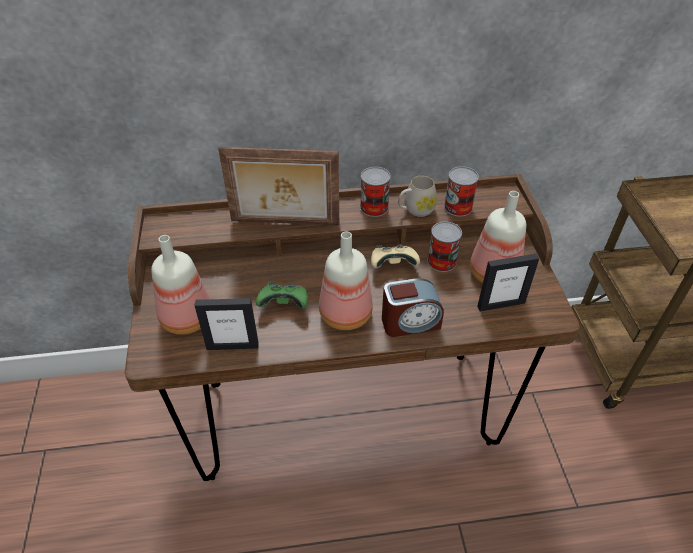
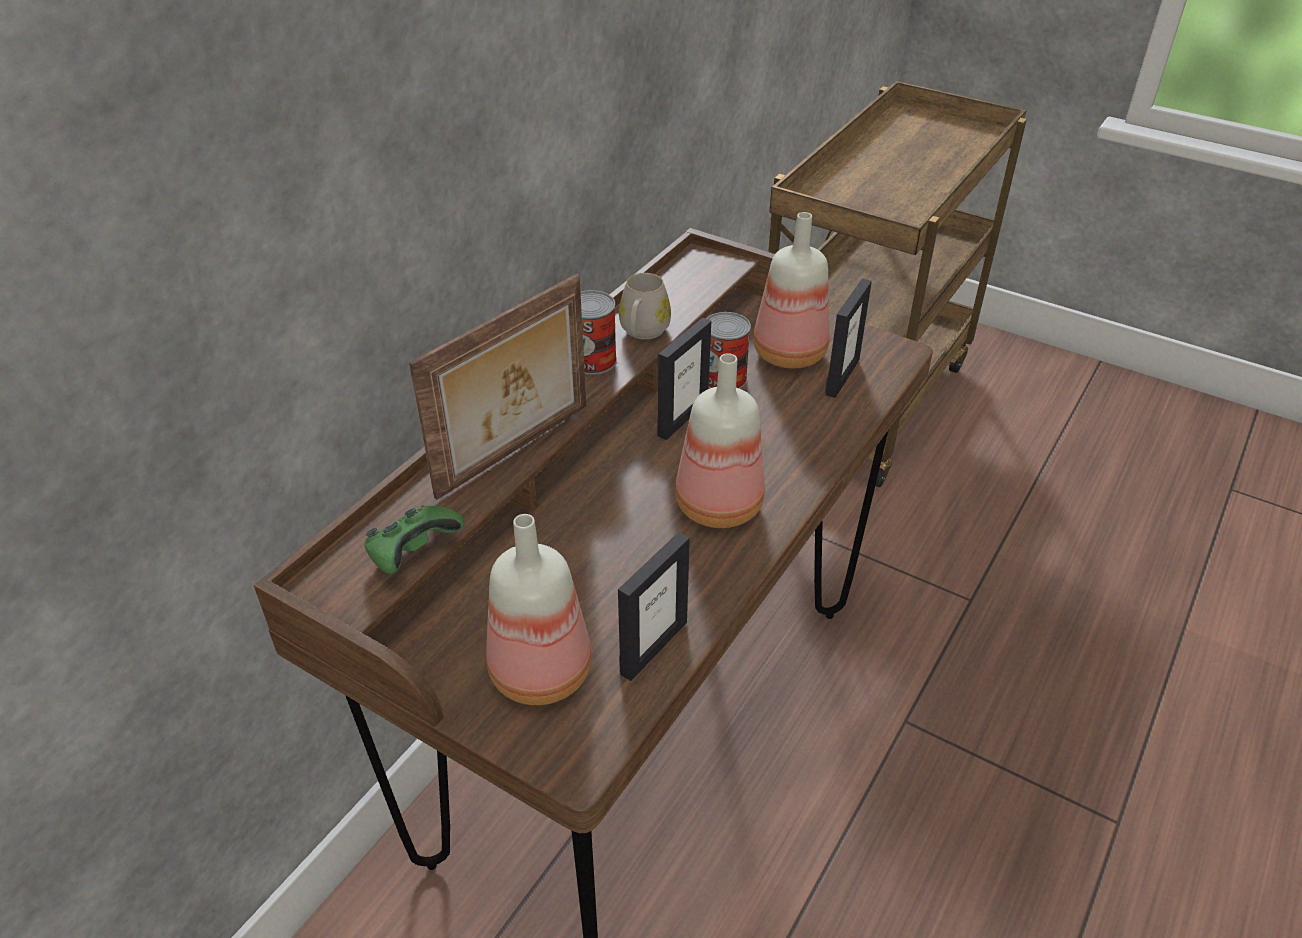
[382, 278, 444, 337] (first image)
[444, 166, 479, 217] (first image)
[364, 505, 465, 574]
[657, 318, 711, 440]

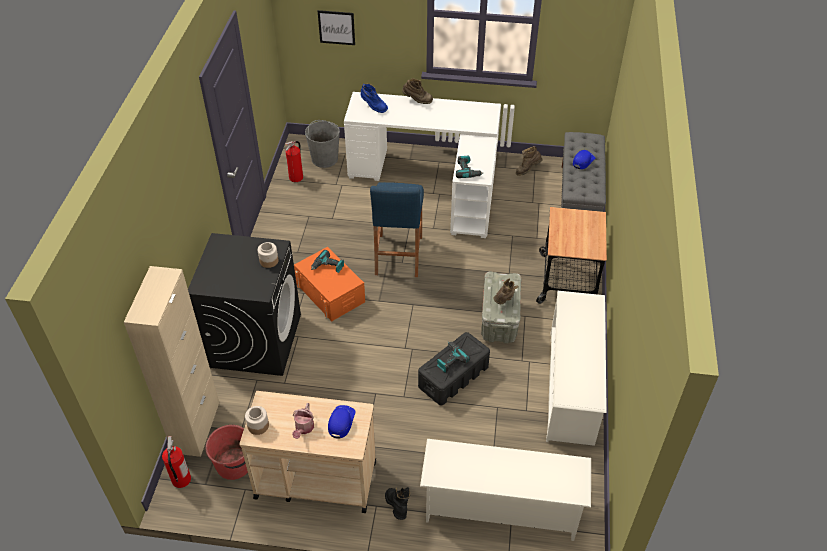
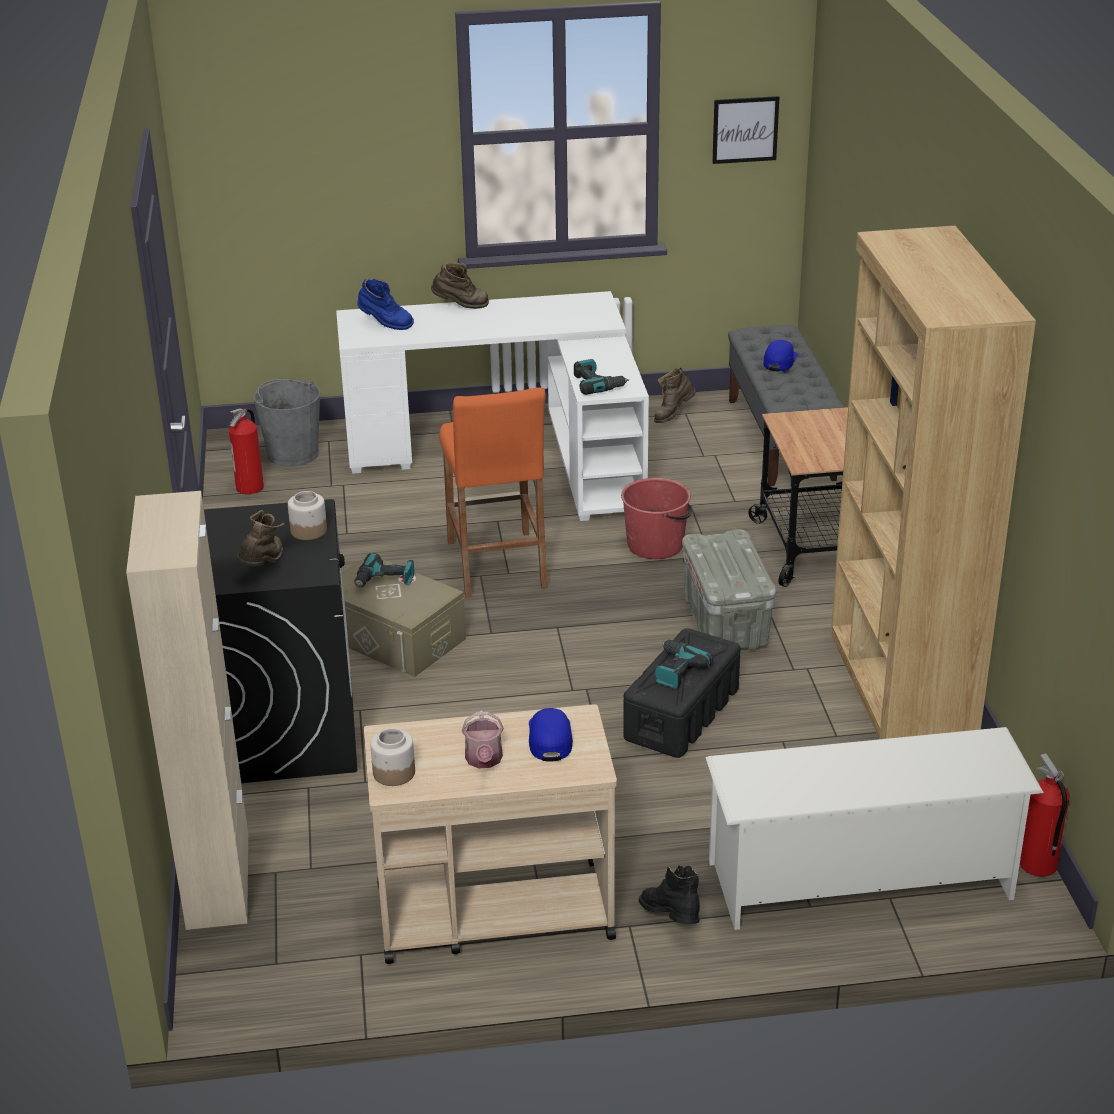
[1020, 753, 1070, 877]
[621, 478, 692, 559]
[712, 96, 779, 164]
[236, 510, 285, 567]
[831, 226, 1036, 739]
[342, 557, 466, 677]
[439, 388, 548, 598]

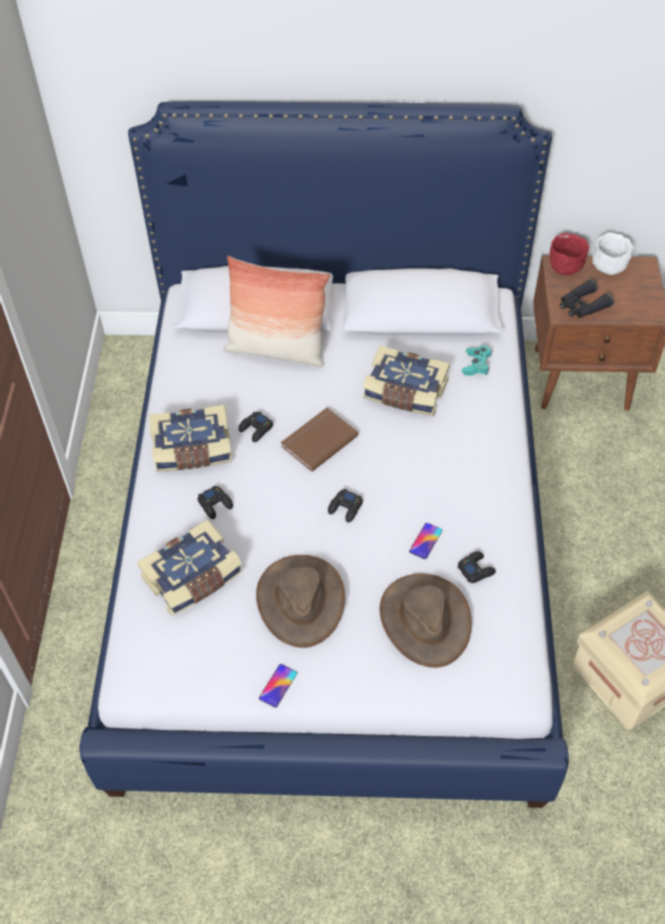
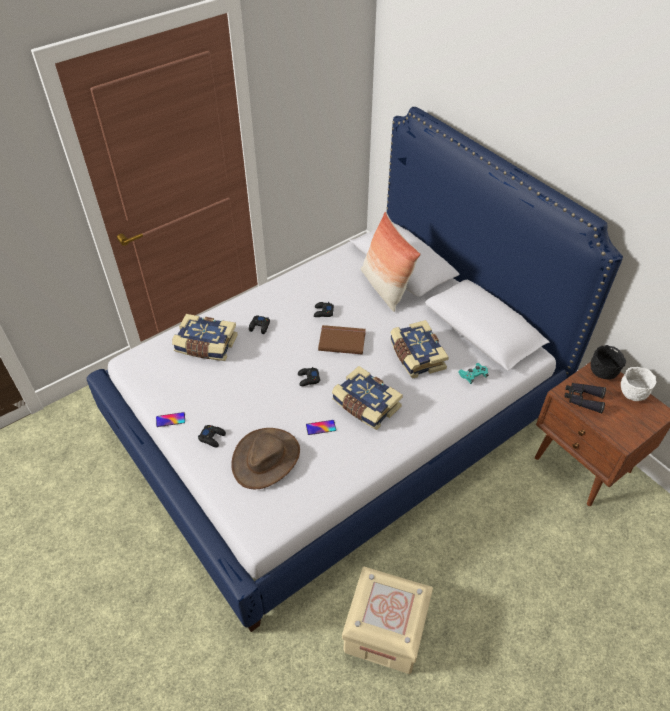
[256, 555, 345, 648] (first image)
[332, 366, 403, 430]
[198, 425, 226, 448]
[590, 345, 626, 380]

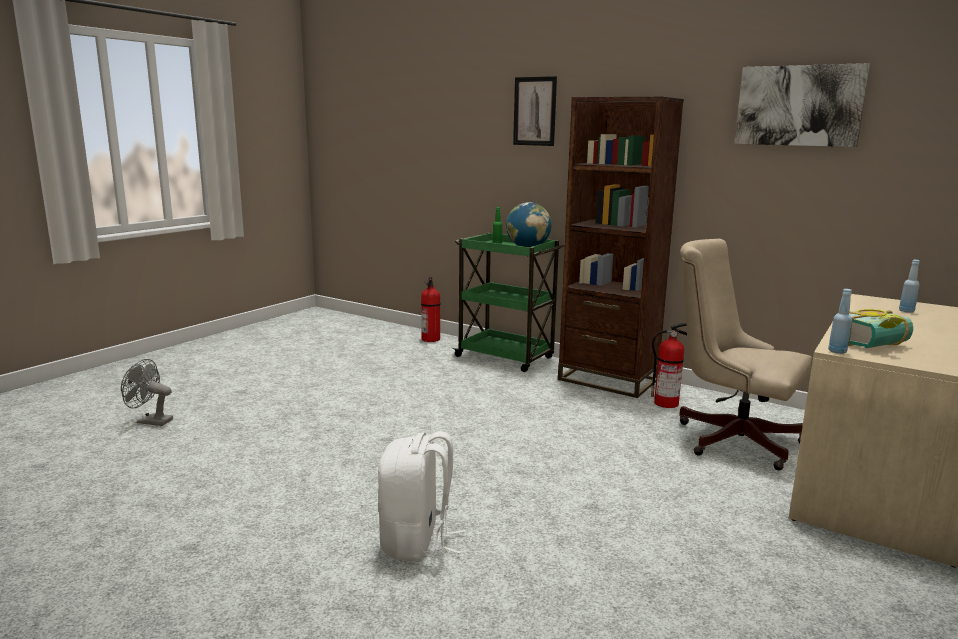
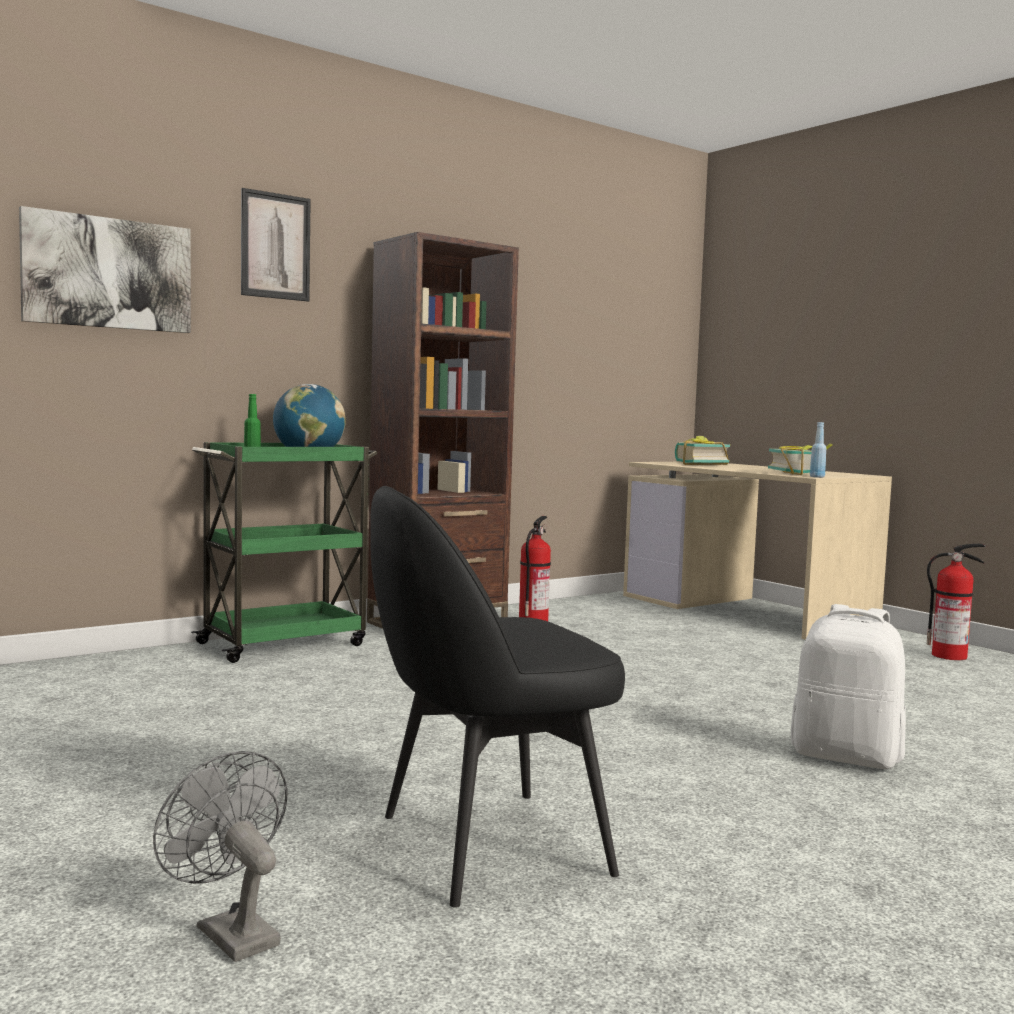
[679, 239, 812, 470] (first image)
[370, 486, 625, 908]
[927, 544, 986, 660]
[19, 206, 191, 333]
[675, 436, 730, 465]
[153, 751, 288, 962]

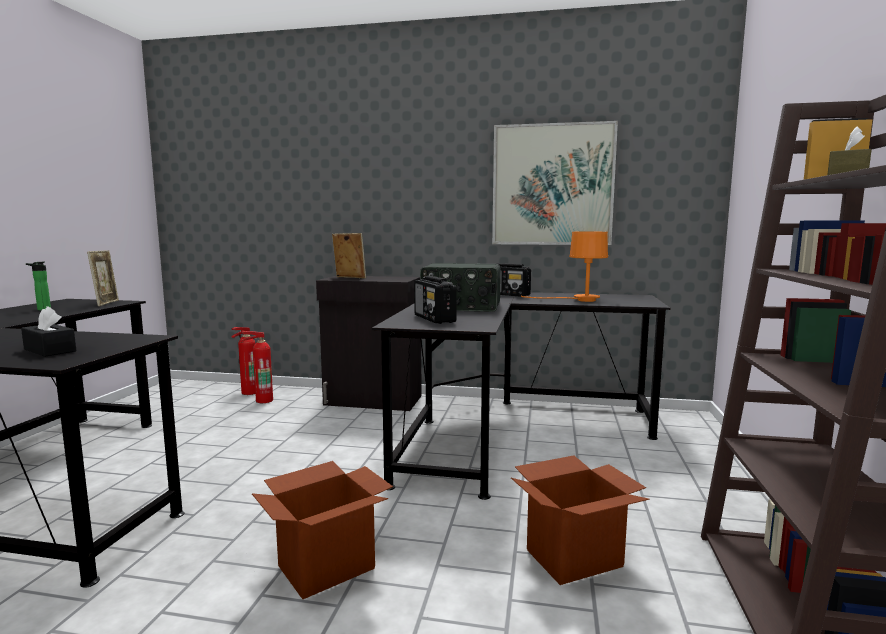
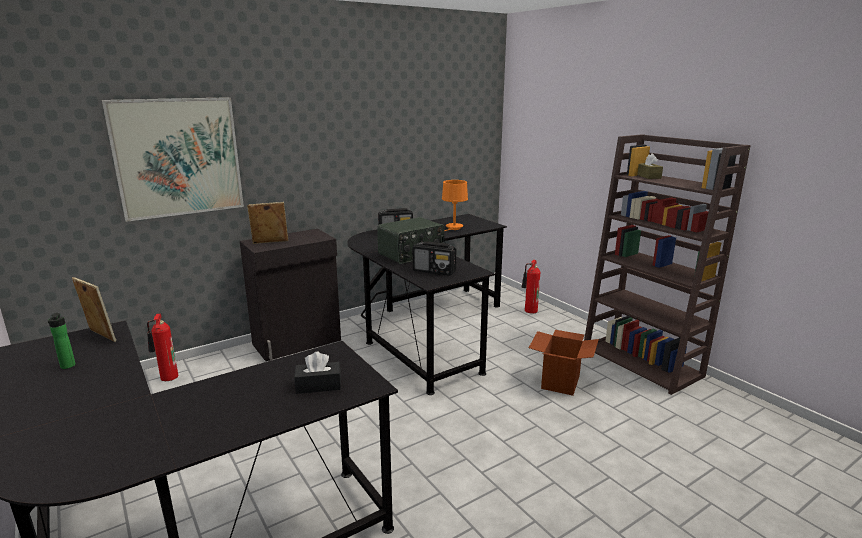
[252, 461, 393, 599] (first image)
[522, 260, 540, 314]
[102, 97, 244, 222]

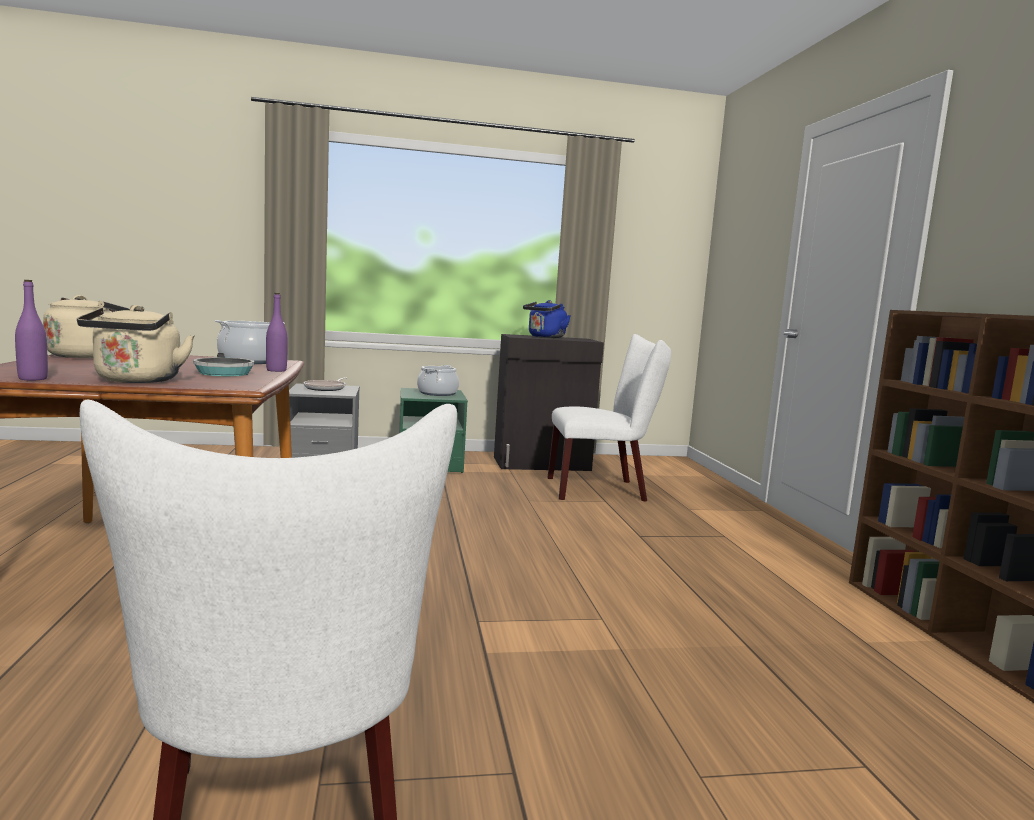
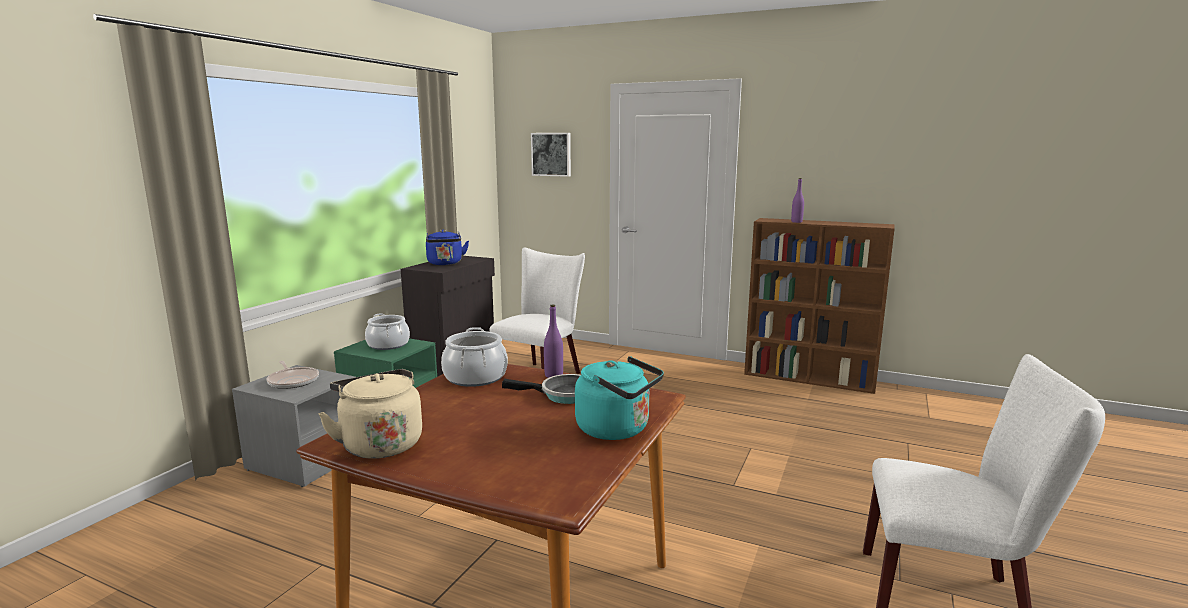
[531, 133, 571, 177]
[791, 178, 804, 223]
[575, 356, 664, 440]

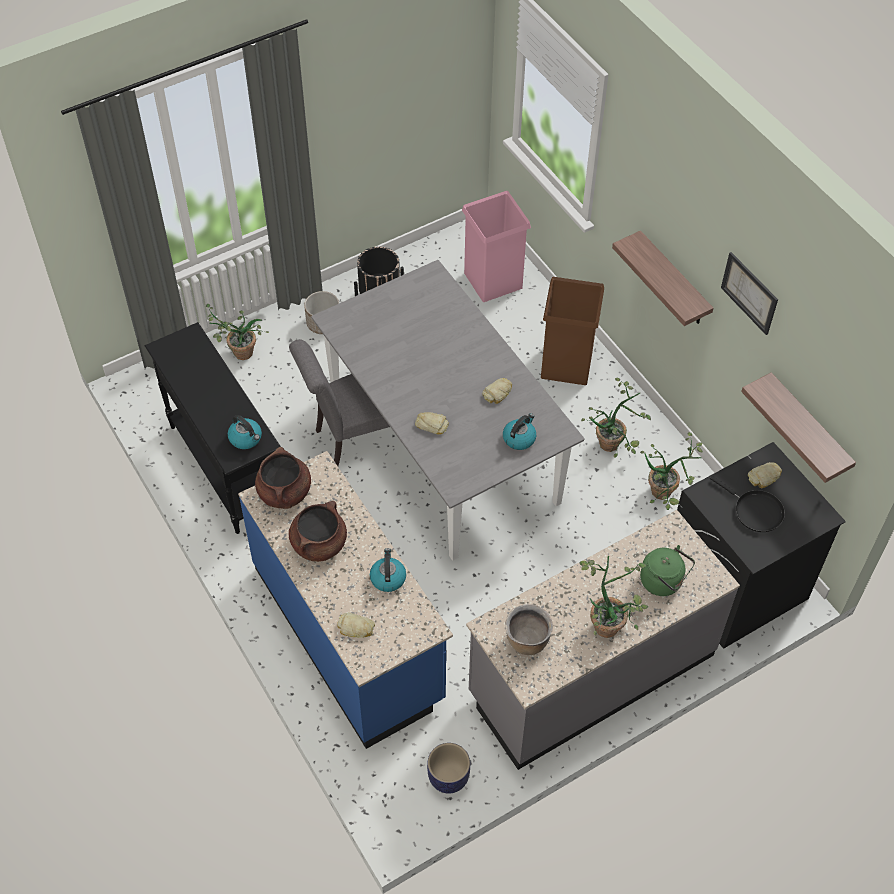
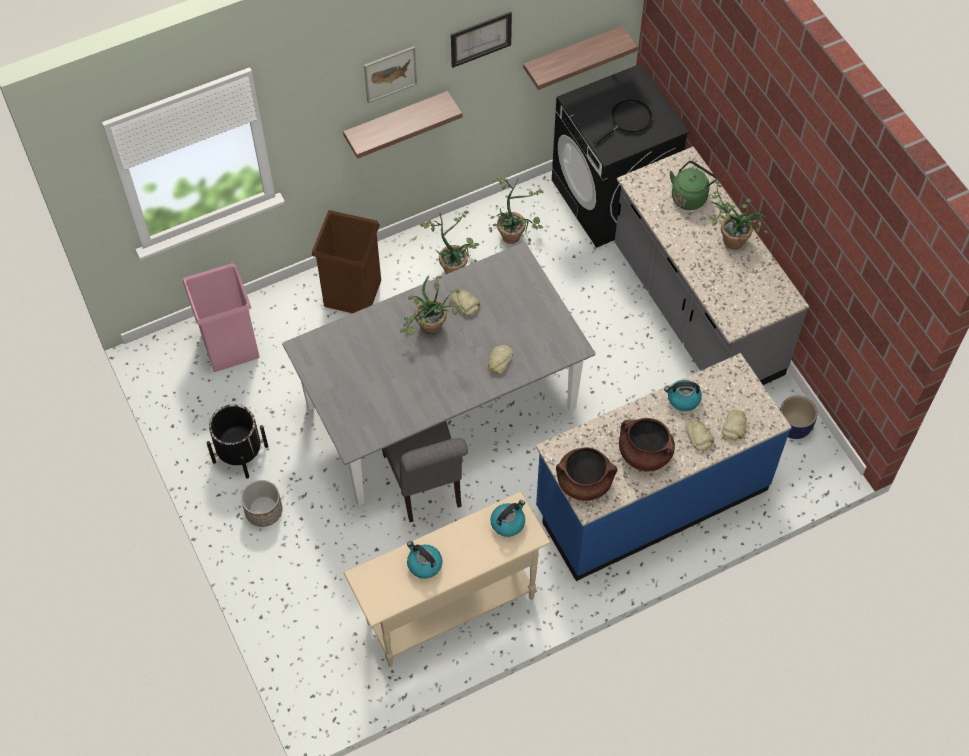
[505, 604, 553, 655] (first image)
[364, 46, 417, 103]
[400, 276, 464, 336]
[407, 541, 442, 579]
[685, 420, 714, 451]
[344, 491, 551, 667]

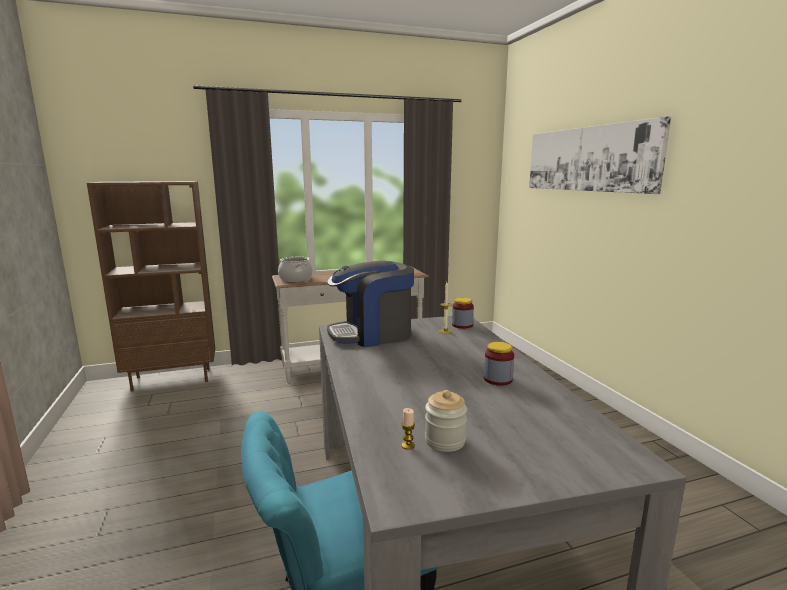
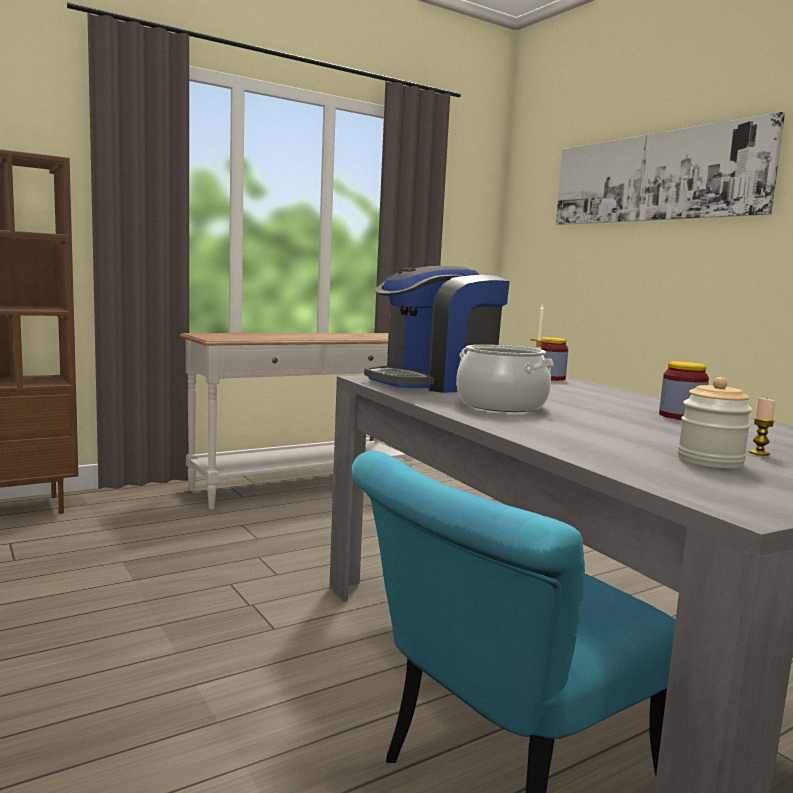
[456, 345, 554, 412]
[749, 397, 775, 456]

